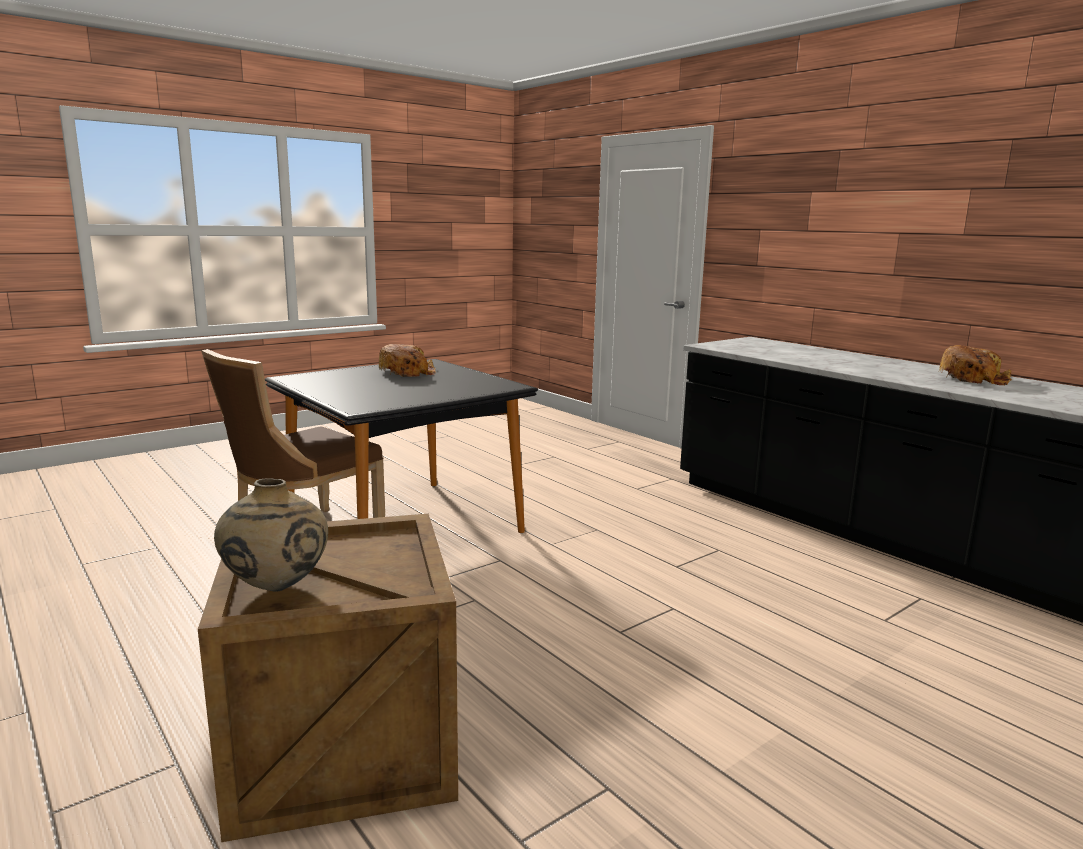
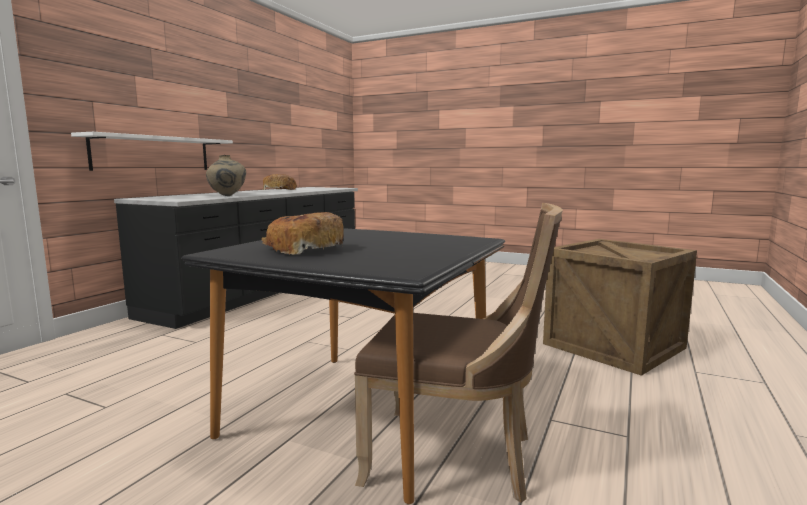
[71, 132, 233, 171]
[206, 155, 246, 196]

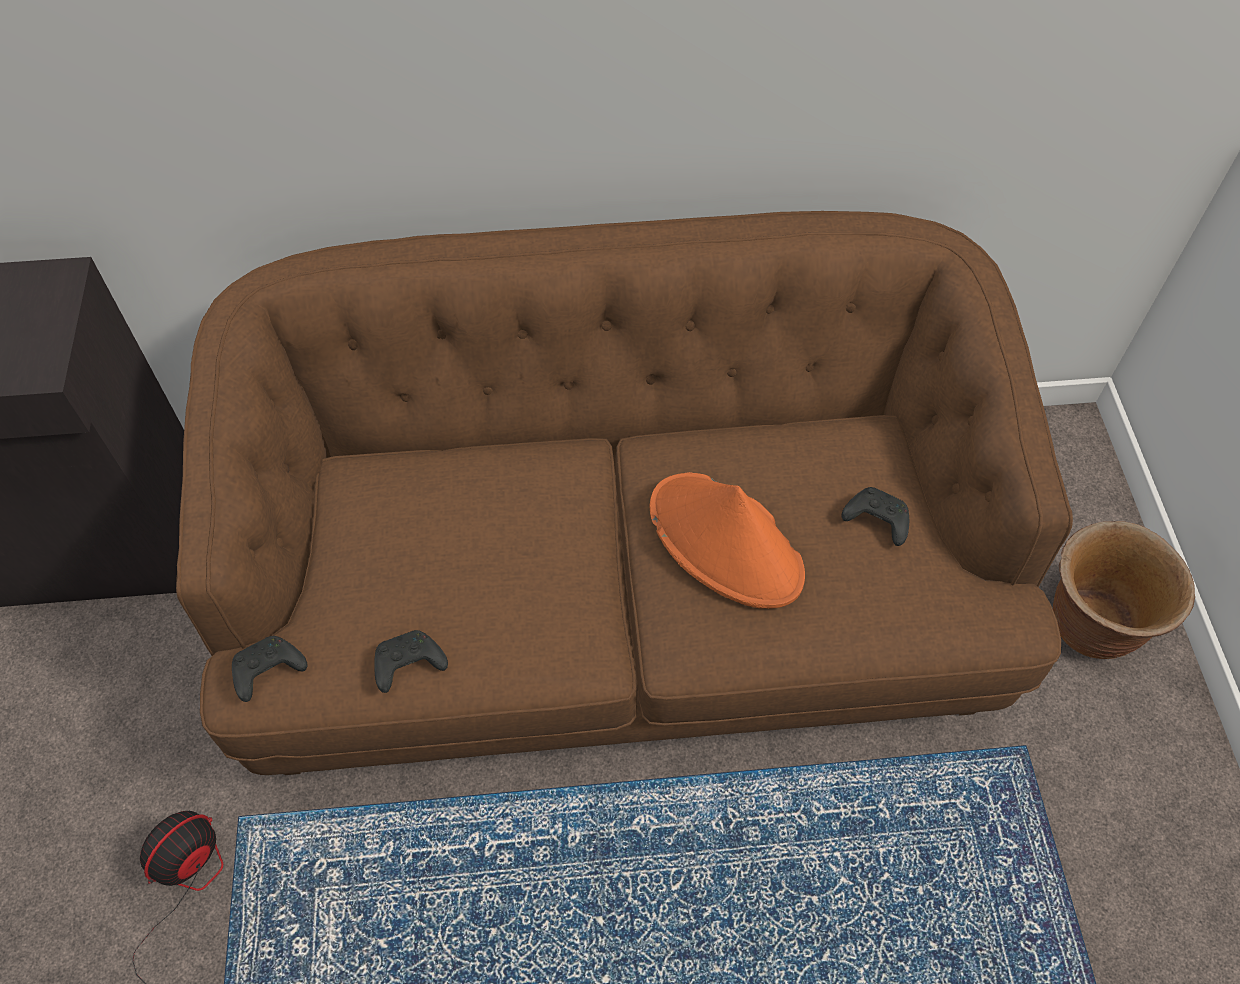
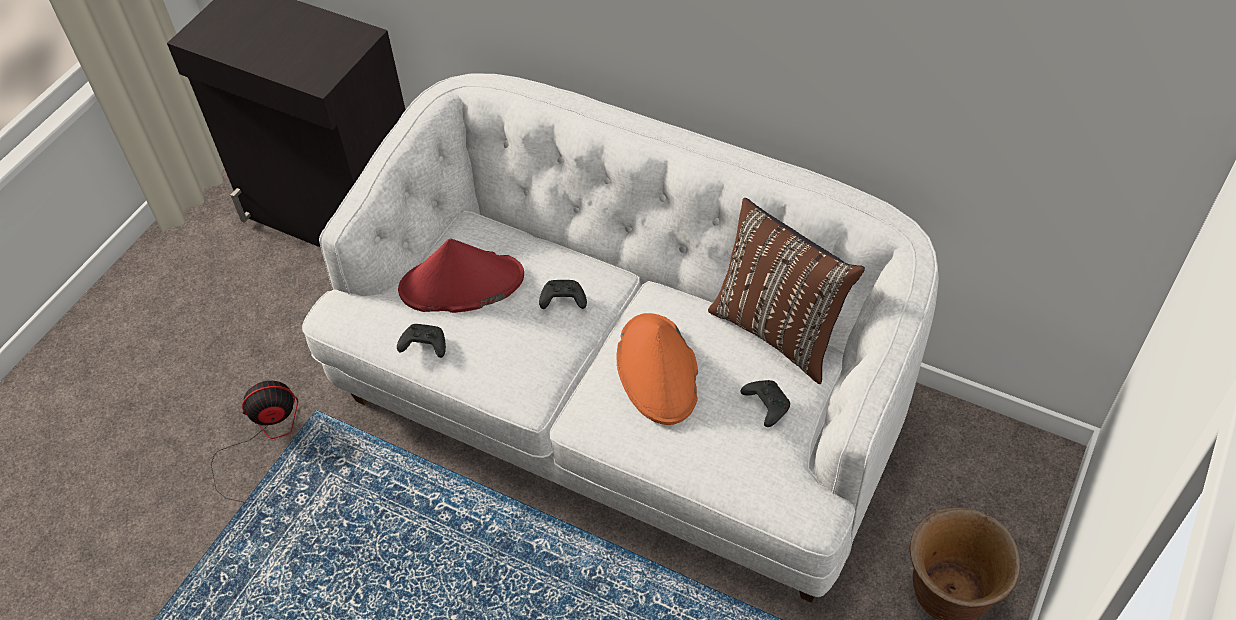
[398, 239, 524, 313]
[708, 198, 865, 384]
[539, 280, 587, 309]
[302, 73, 939, 603]

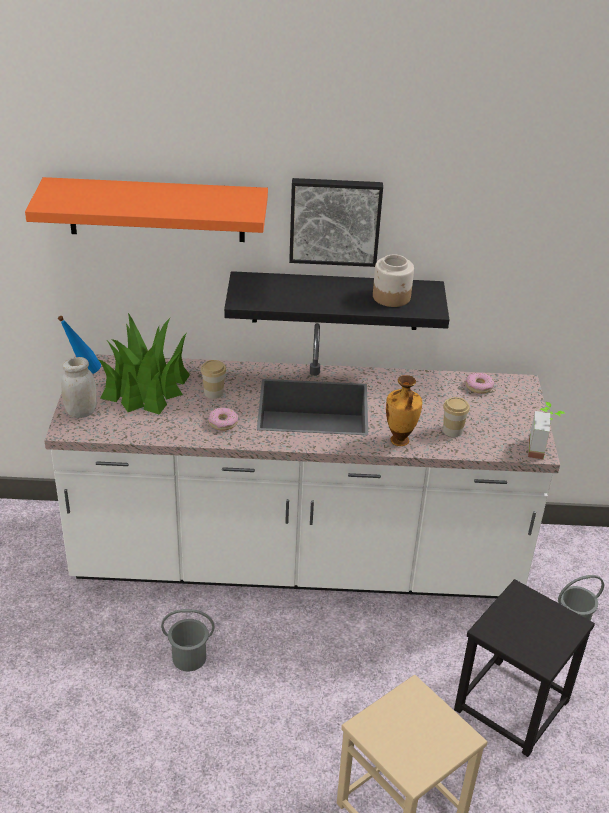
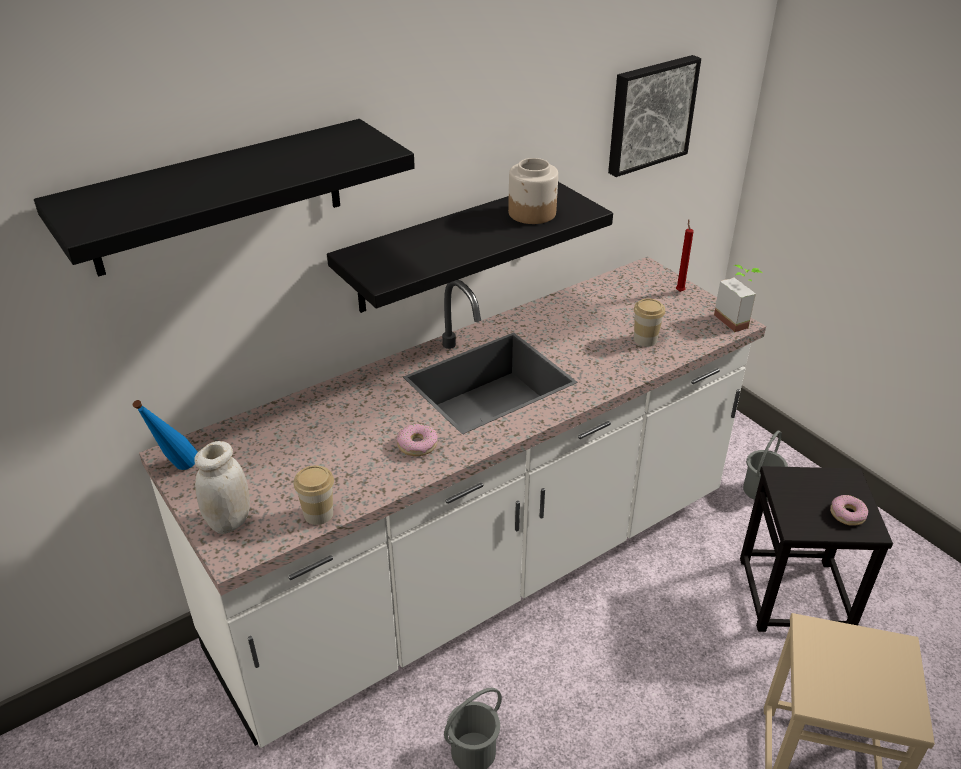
[98, 313, 190, 415] (first image)
[386, 375, 422, 446] (first image)
[676, 219, 694, 292]
[294, 465, 334, 525]
[608, 55, 701, 177]
[830, 495, 868, 526]
[34, 119, 415, 277]

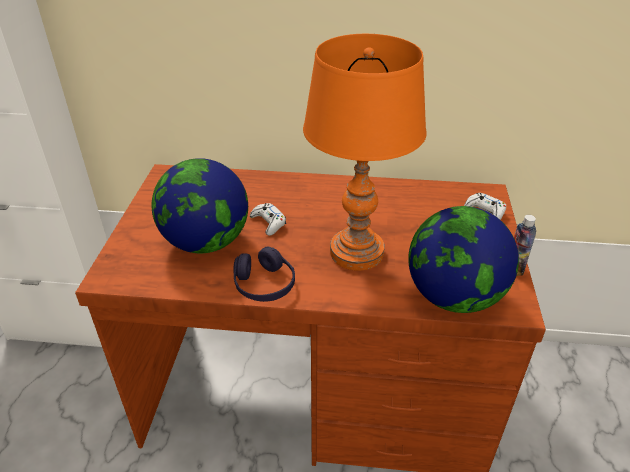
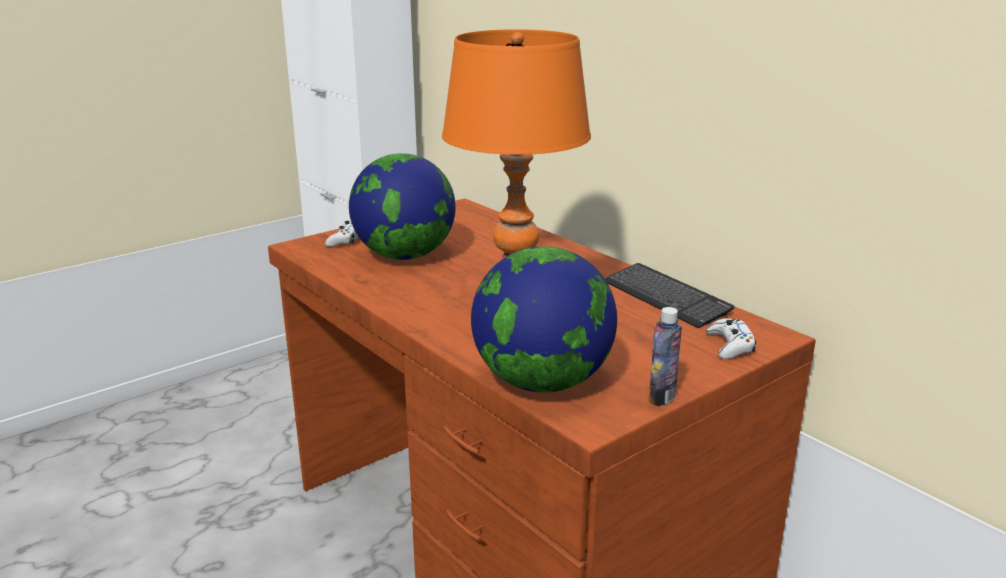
[234, 247, 295, 302] (first image)
[605, 263, 735, 328]
[325, 221, 358, 247]

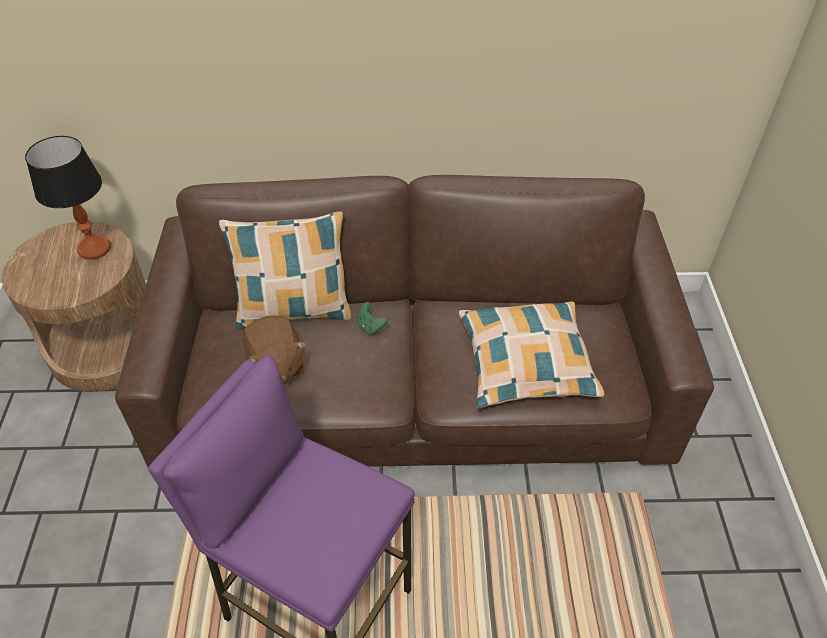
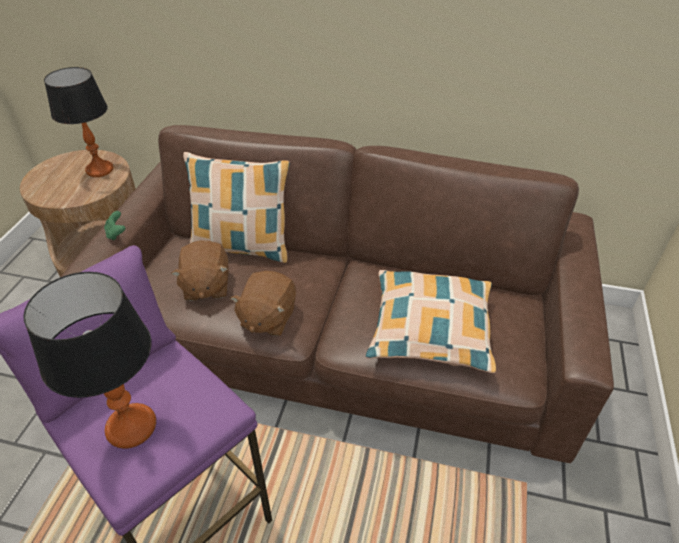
[23, 272, 156, 449]
[230, 271, 296, 336]
[104, 211, 125, 241]

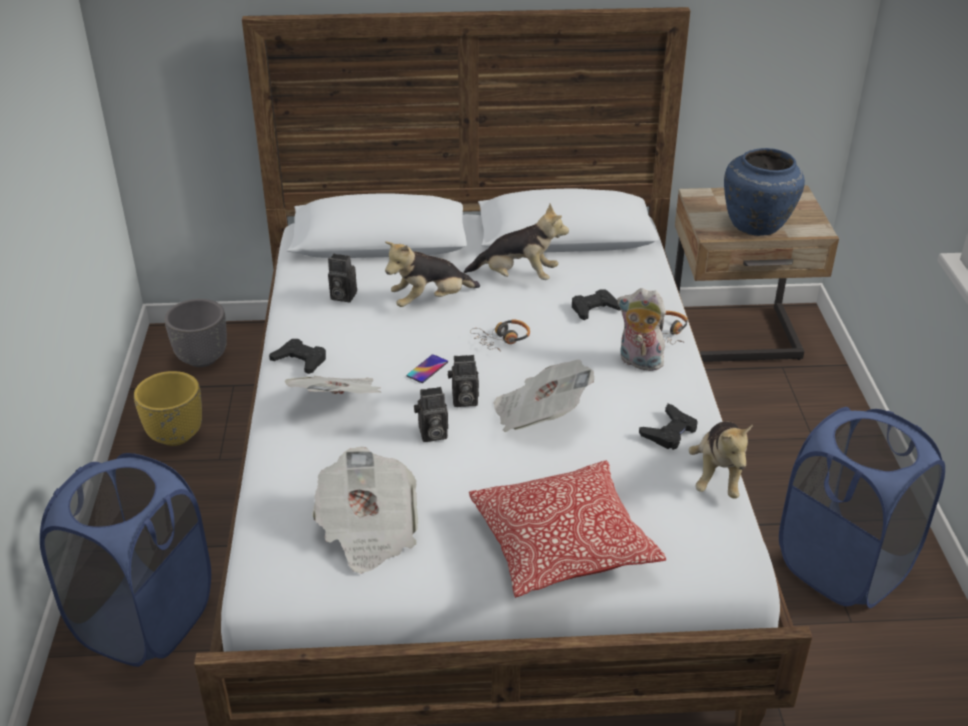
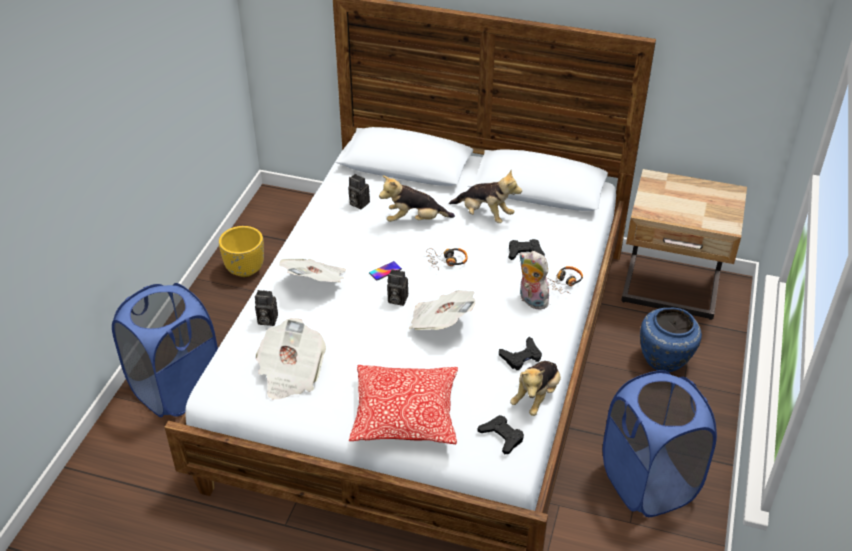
[165, 299, 227, 367] (first image)
[478, 415, 524, 454]
[255, 290, 278, 326]
[640, 308, 702, 372]

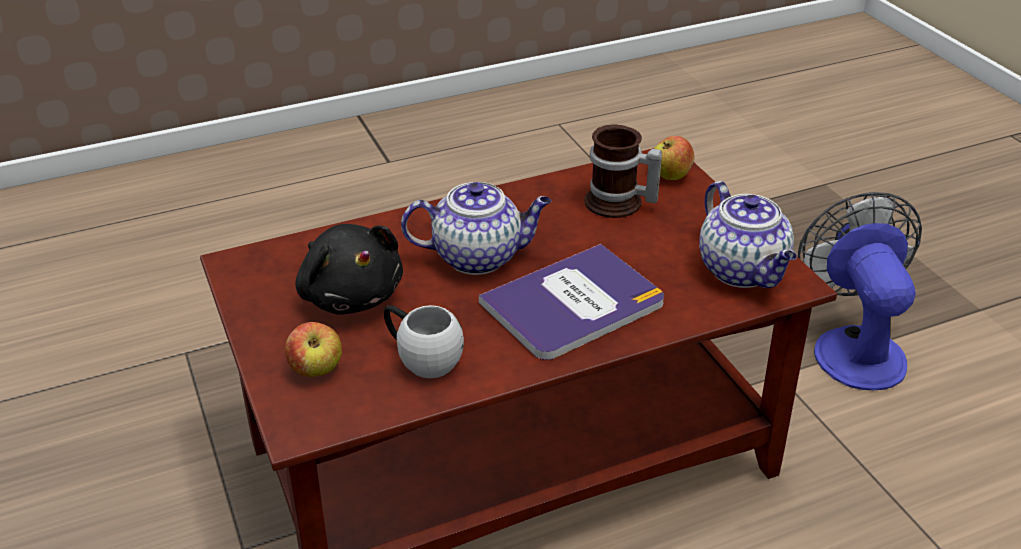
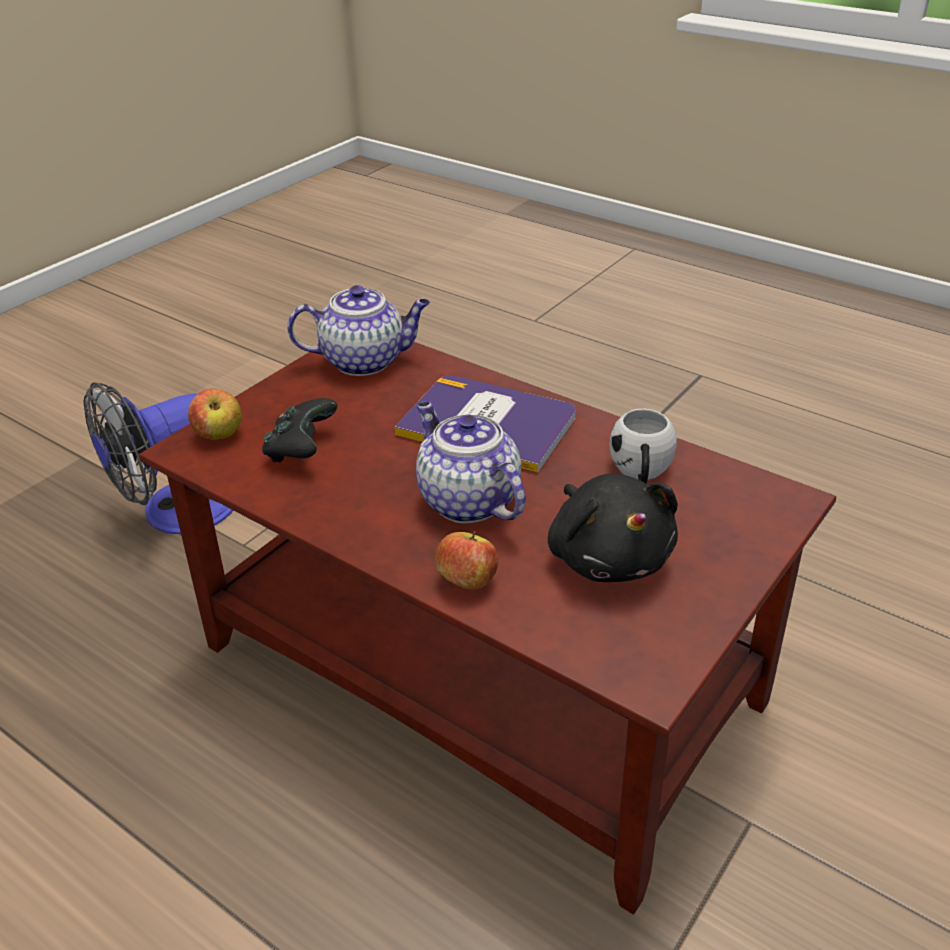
[435, 531, 498, 589]
[262, 398, 338, 462]
[548, 474, 678, 582]
[287, 285, 430, 376]

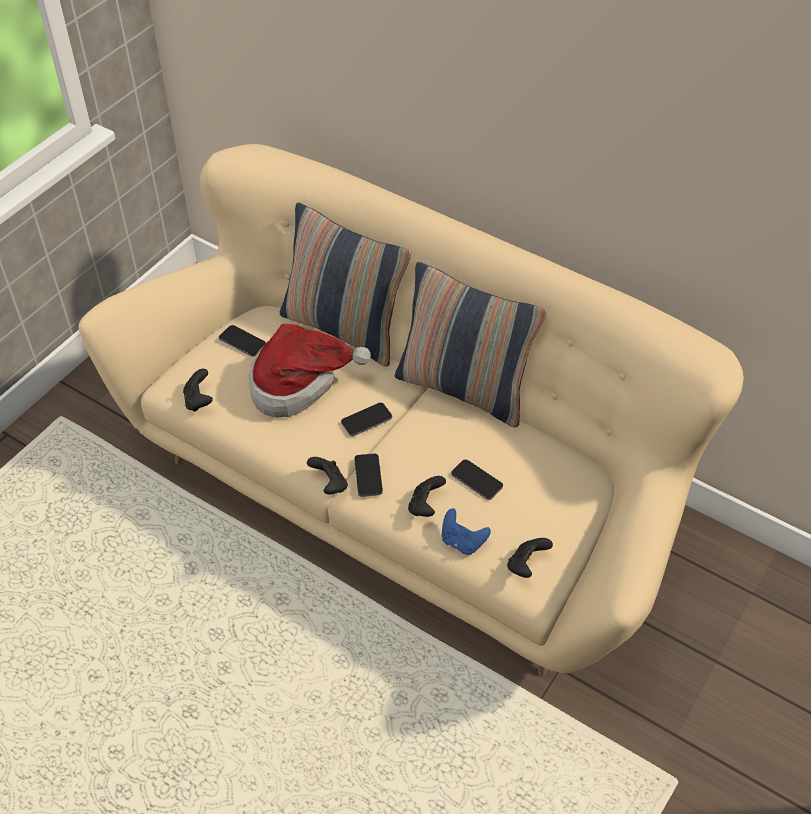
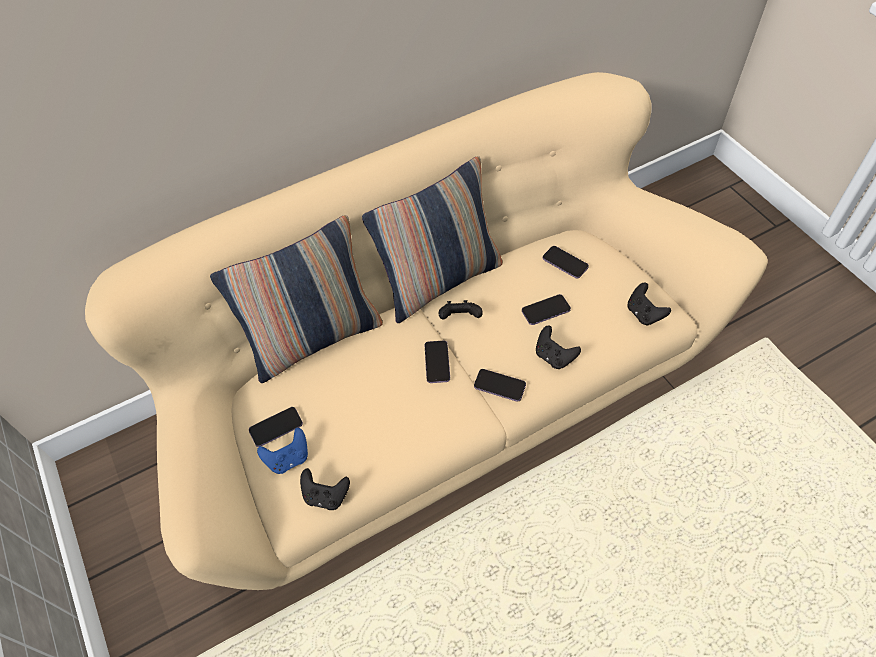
[249, 324, 371, 418] (first image)
[543, 246, 589, 279]
[439, 300, 483, 320]
[257, 428, 308, 474]

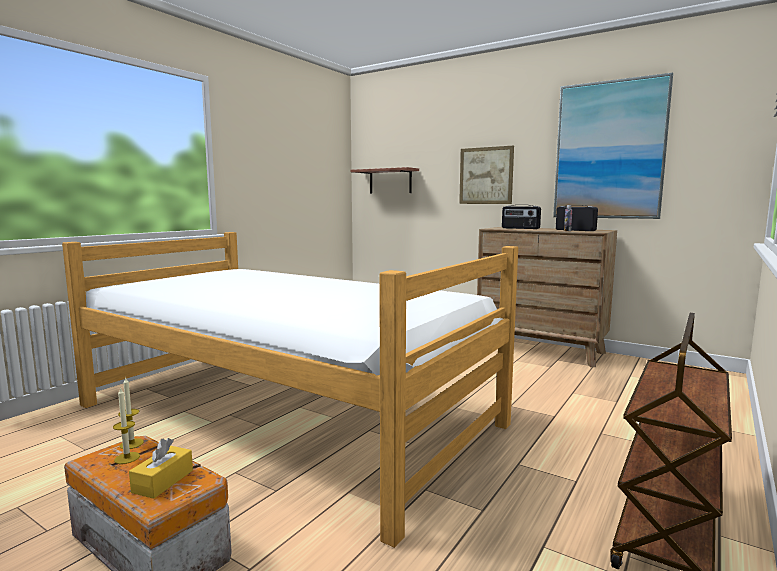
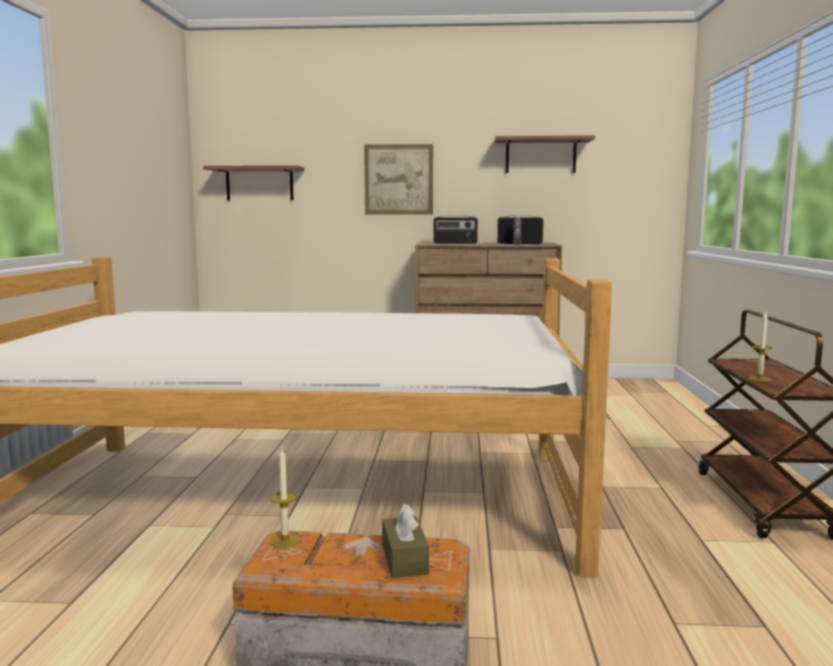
[748, 311, 772, 382]
[494, 135, 595, 173]
[382, 504, 429, 578]

